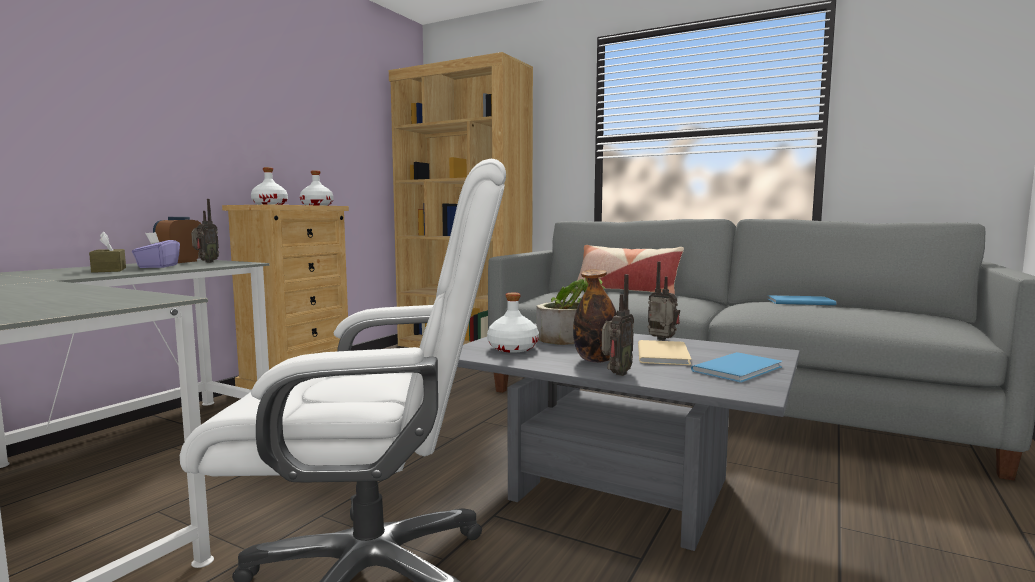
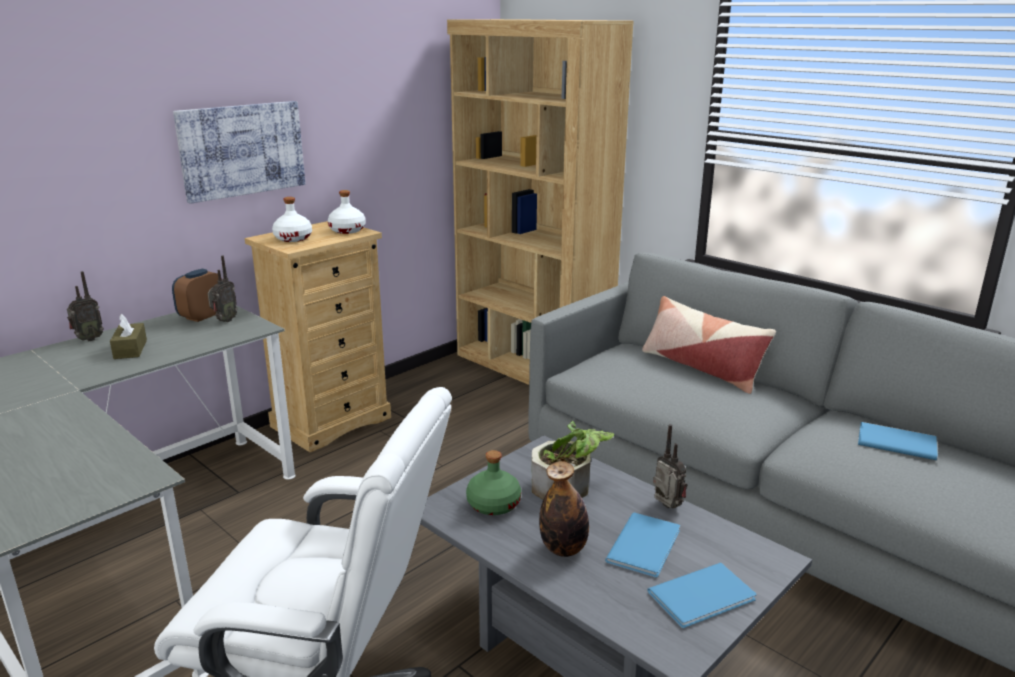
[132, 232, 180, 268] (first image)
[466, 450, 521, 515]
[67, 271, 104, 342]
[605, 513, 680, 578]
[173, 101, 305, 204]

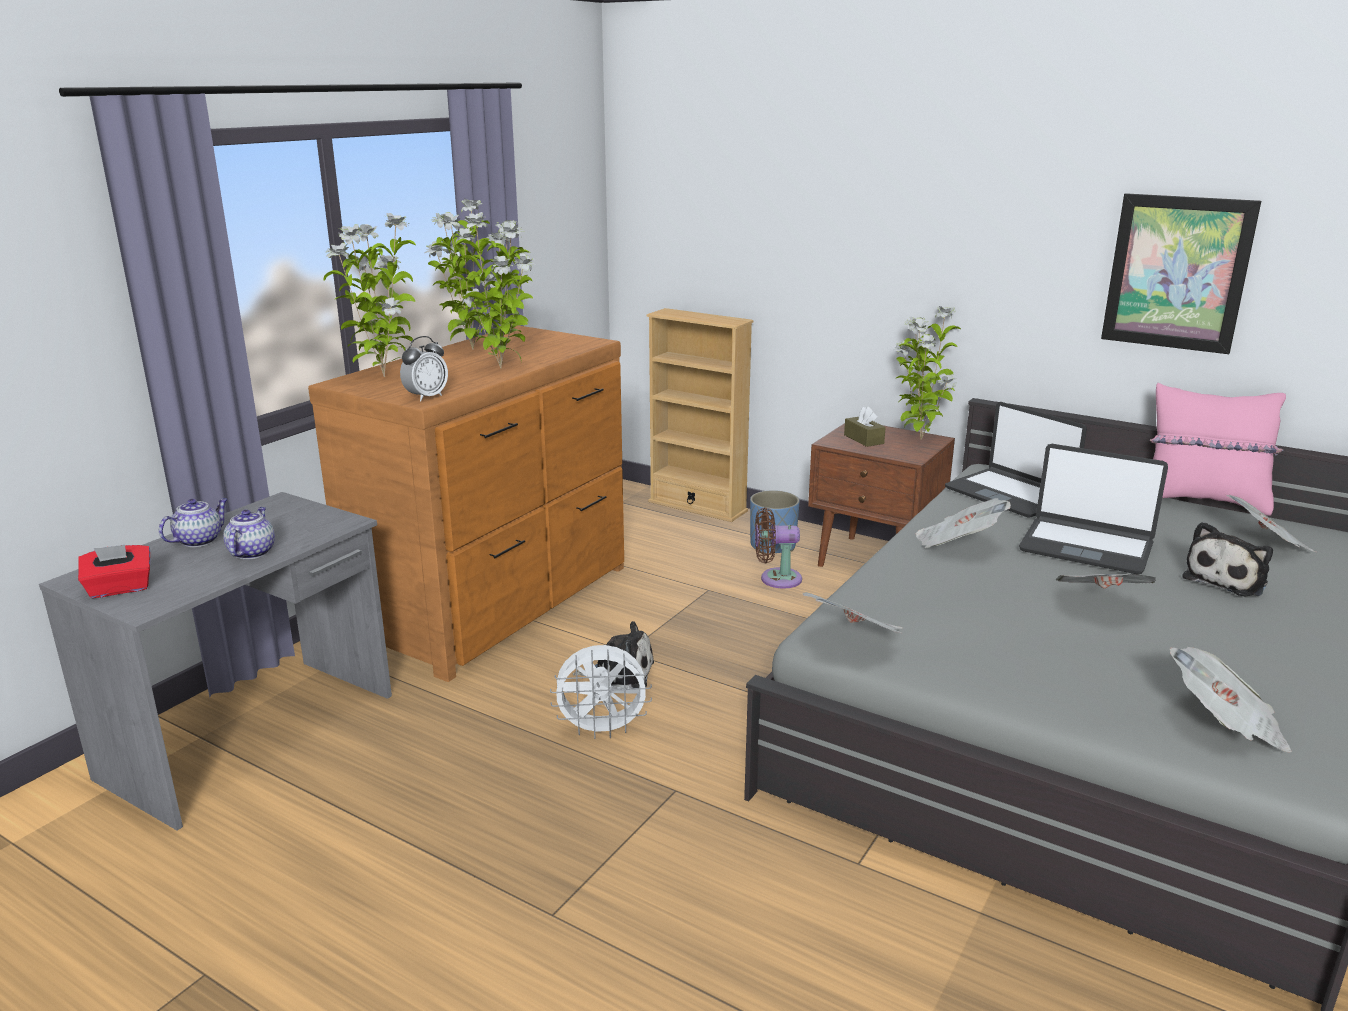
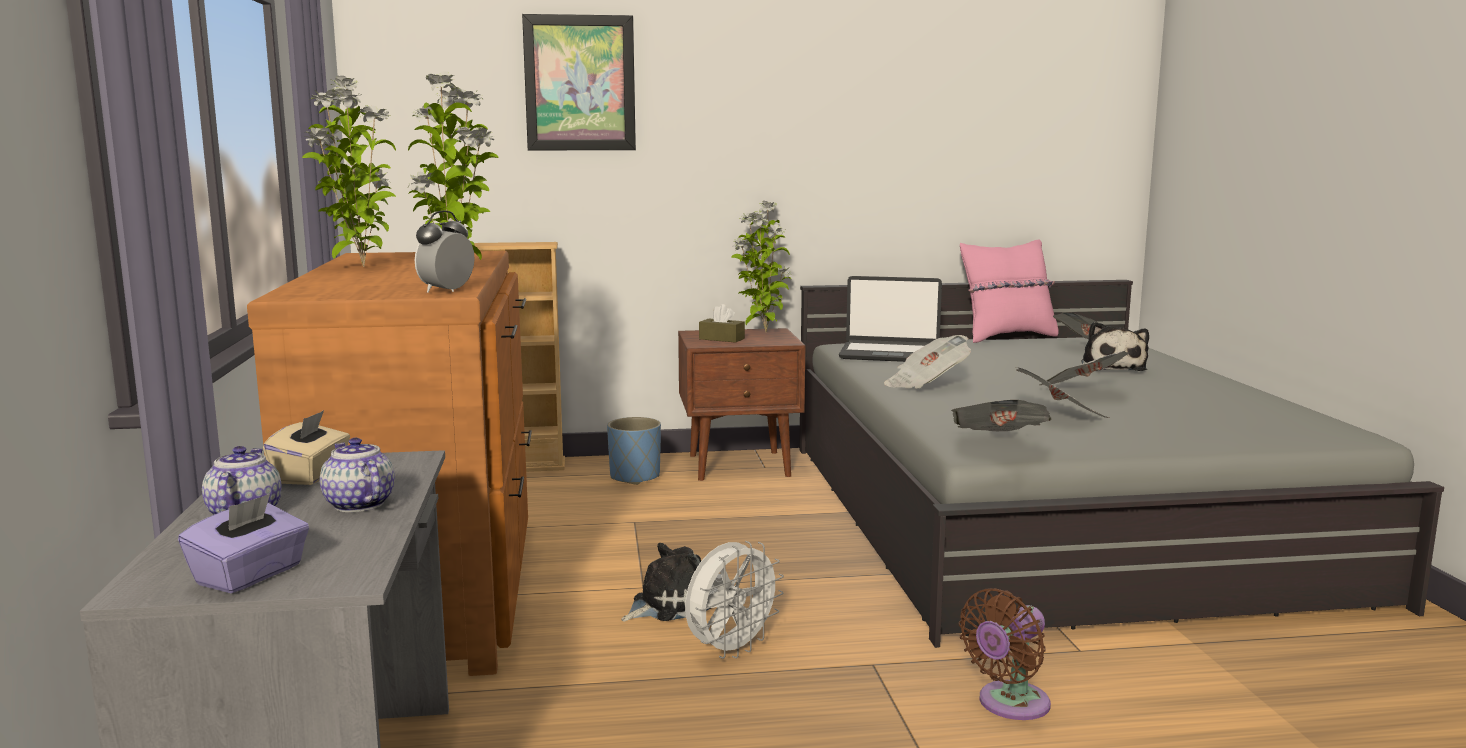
[178, 494, 309, 594]
[324, 213, 416, 377] (first image)
[414, 210, 475, 293]
[959, 588, 1051, 720]
[1019, 444, 1168, 574] (first image)
[522, 14, 636, 150]
[1016, 367, 1109, 418]
[263, 410, 350, 485]

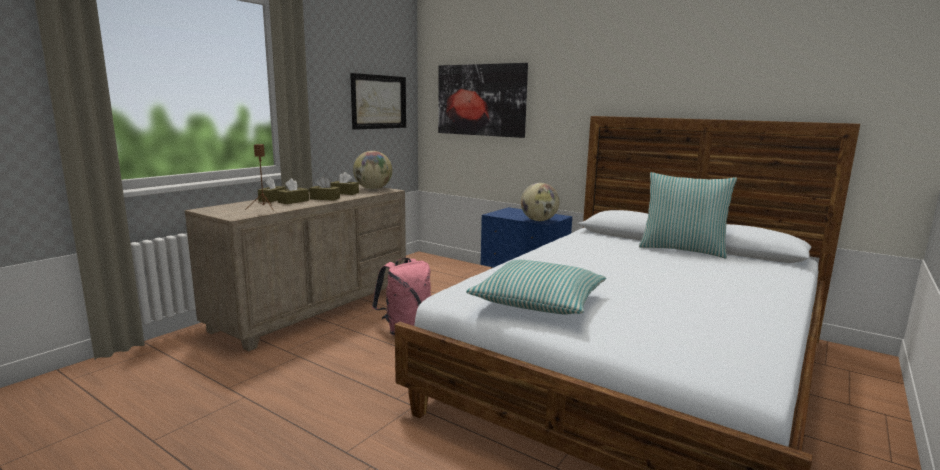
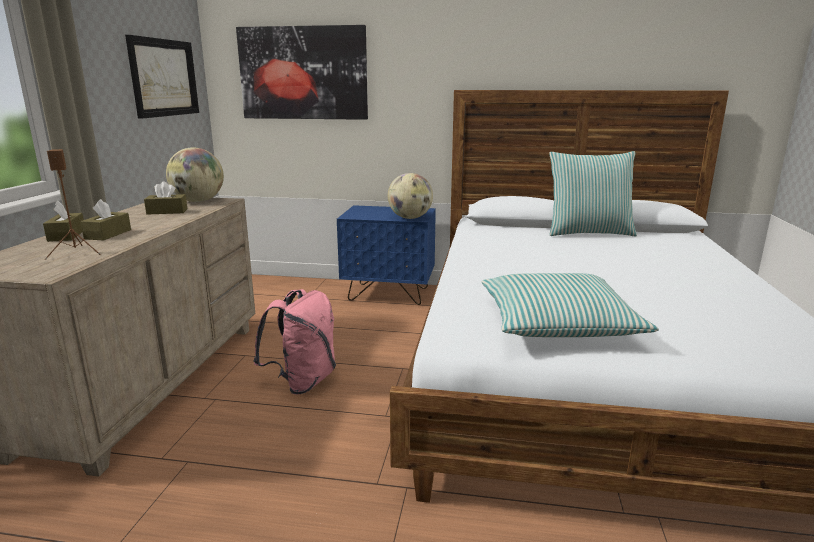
[309, 177, 340, 201] (first image)

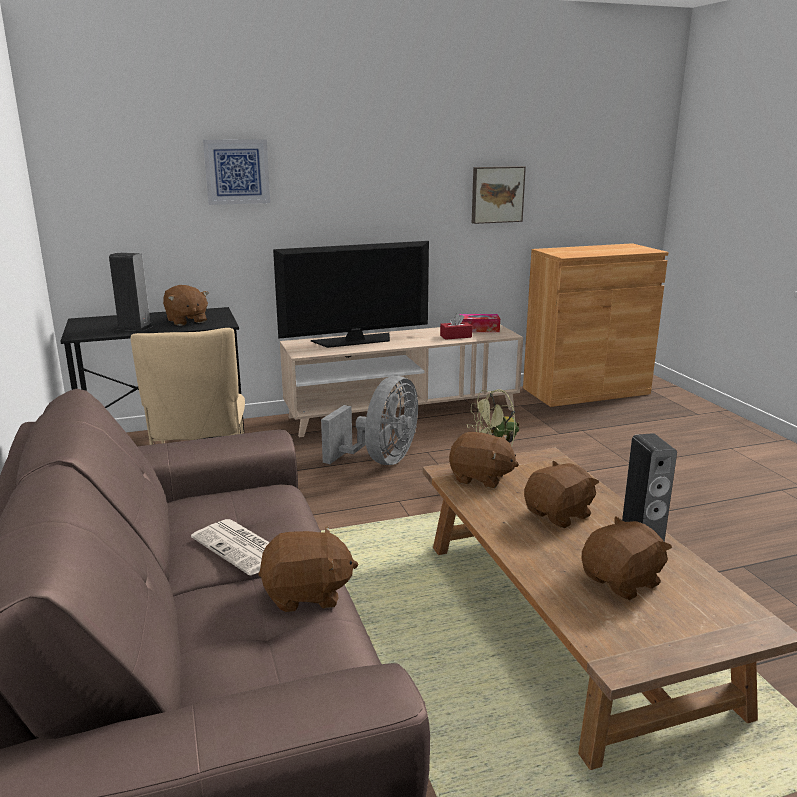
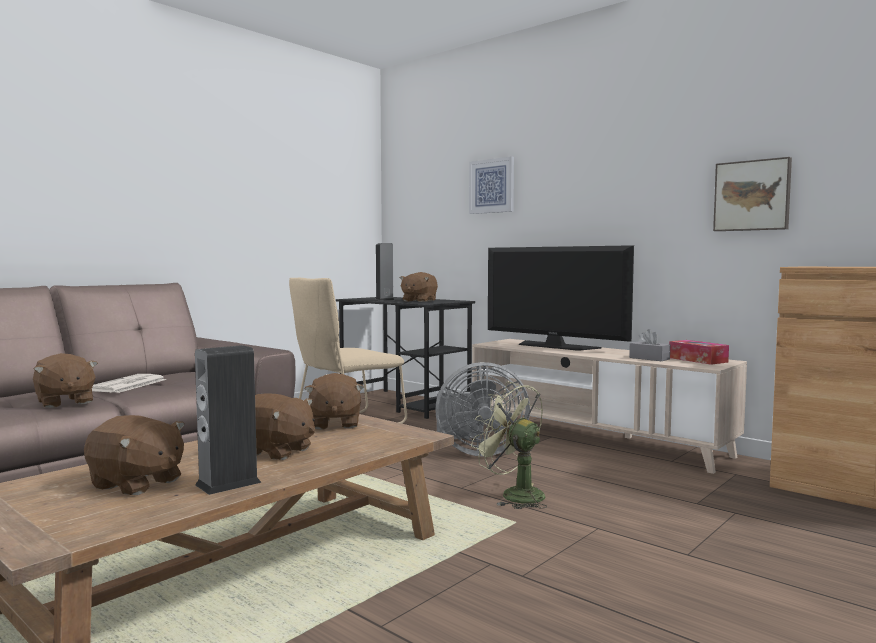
[629, 329, 670, 361]

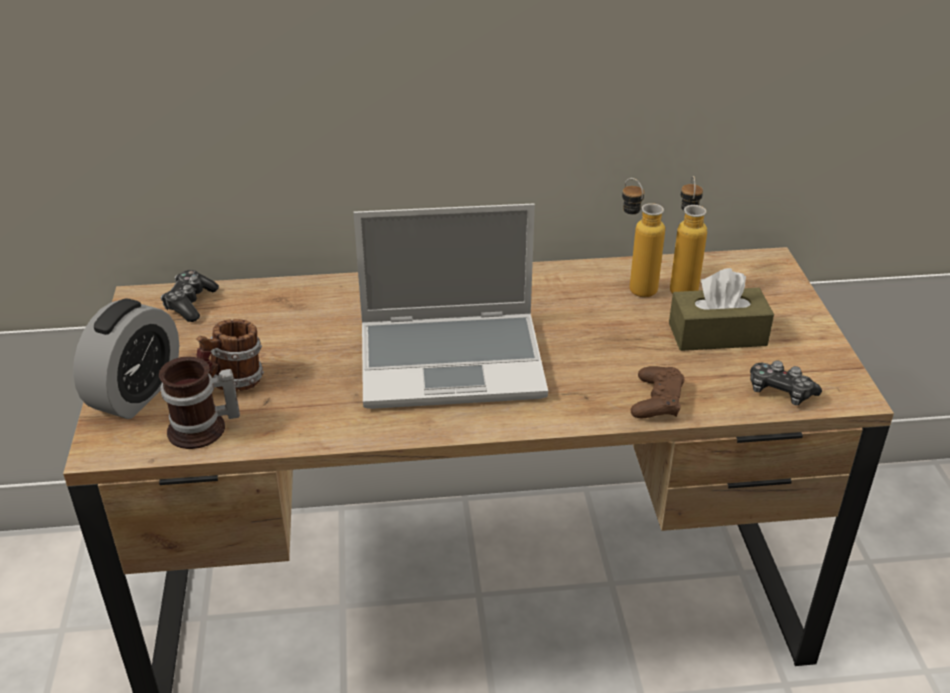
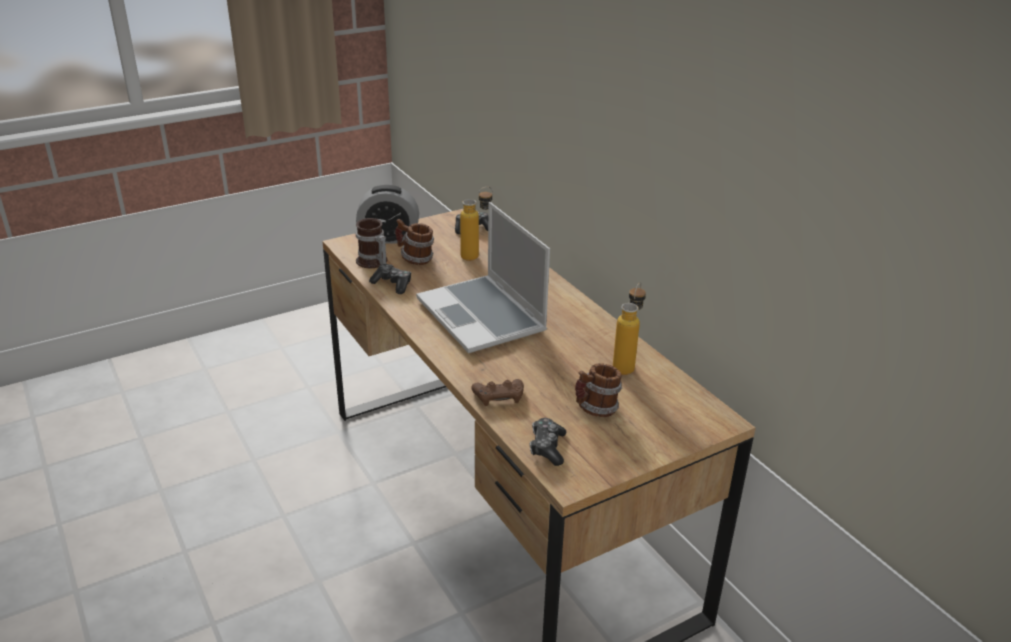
[575, 363, 622, 417]
[460, 187, 493, 261]
[369, 264, 411, 294]

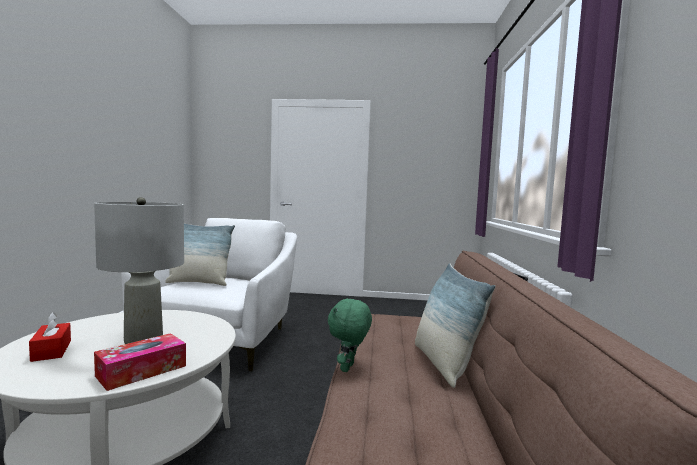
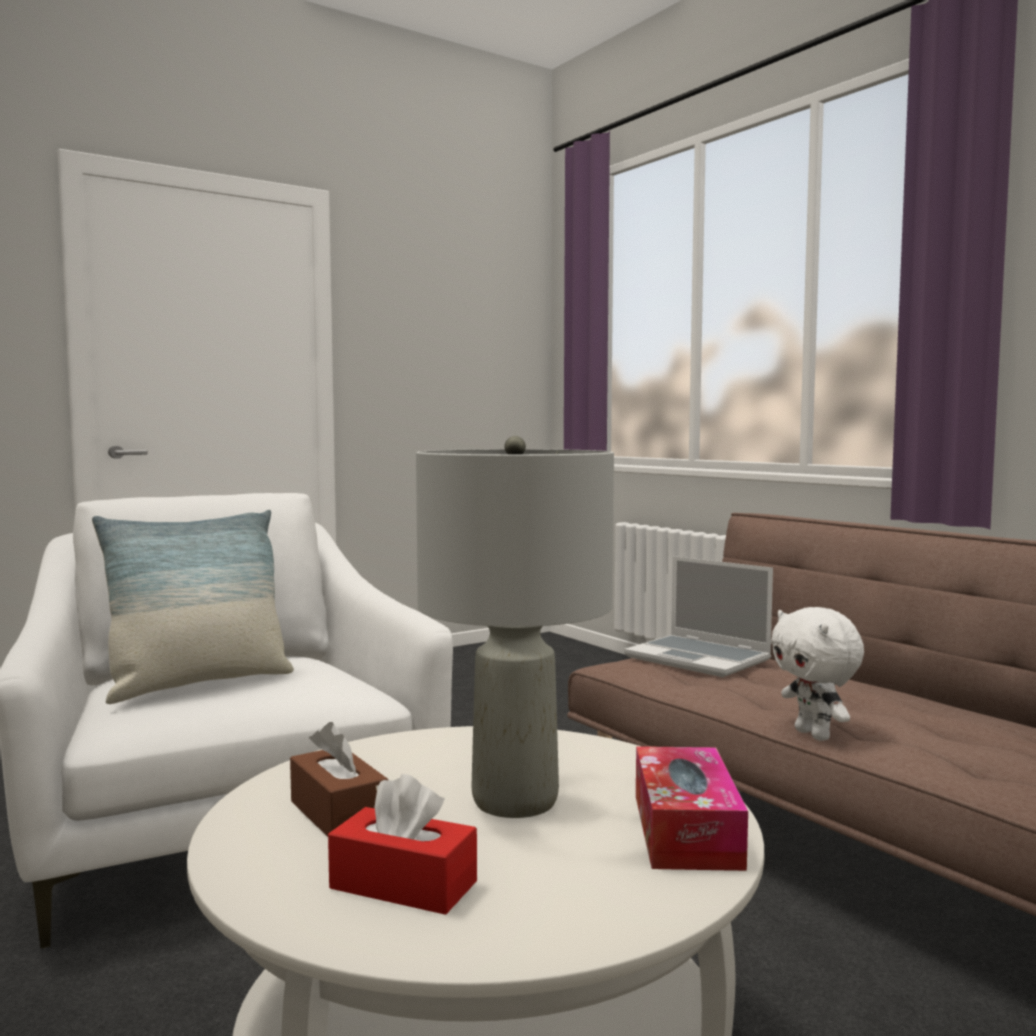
[771, 607, 864, 741]
[415, 263, 495, 388] (first image)
[290, 722, 389, 837]
[624, 556, 773, 677]

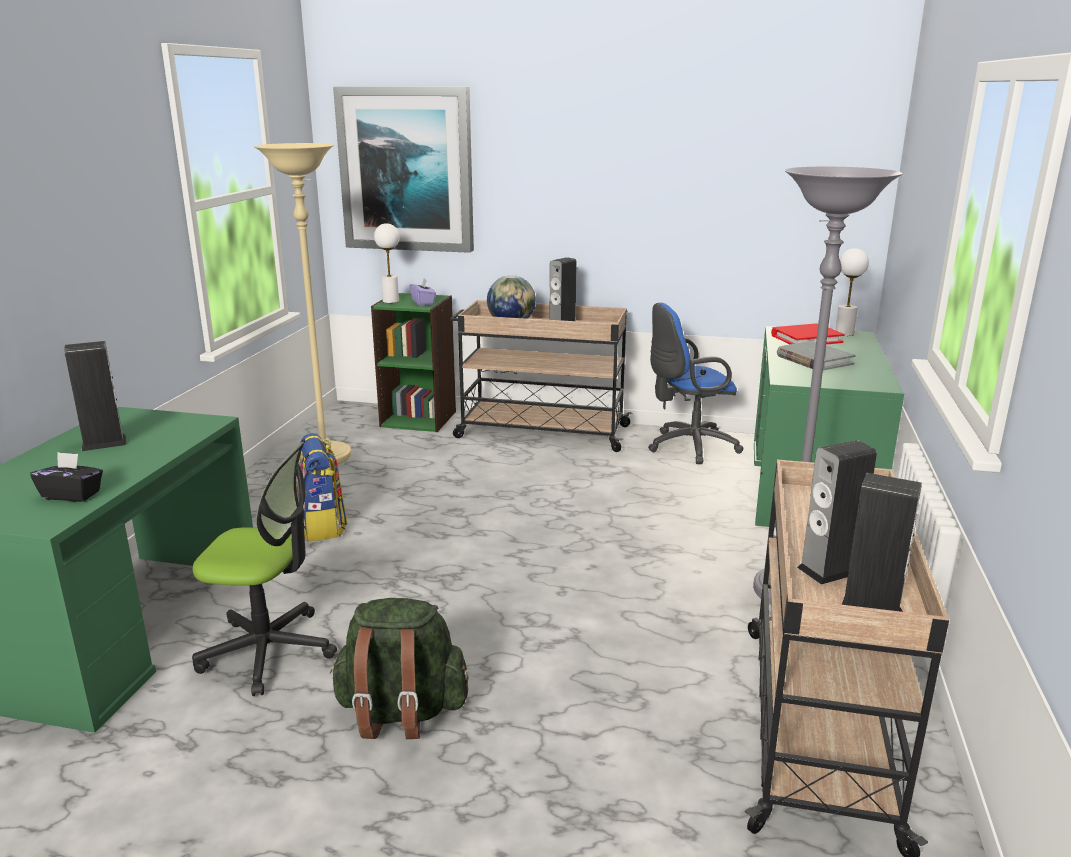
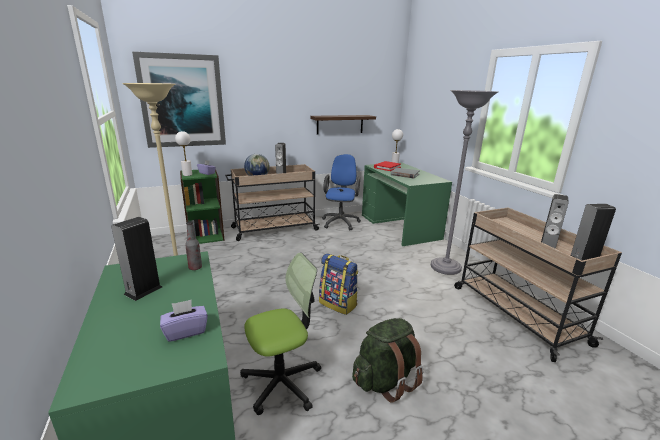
[160, 300, 208, 342]
[319, 253, 358, 315]
[322, 154, 361, 230]
[185, 221, 202, 270]
[310, 115, 376, 135]

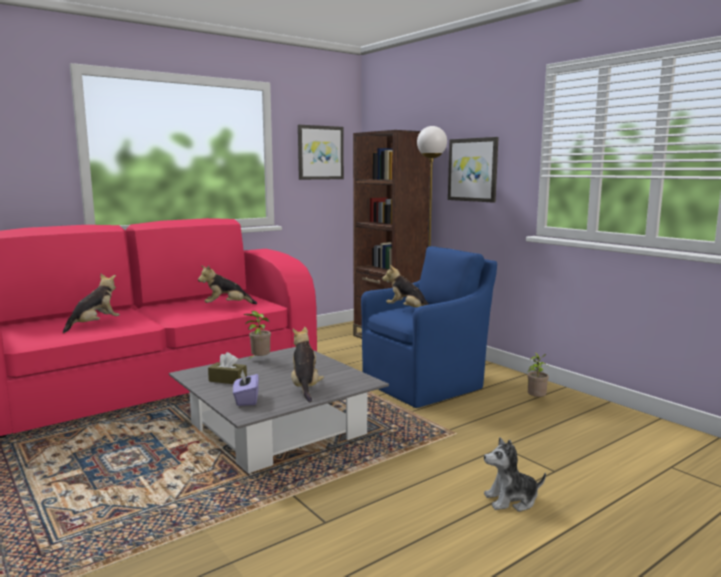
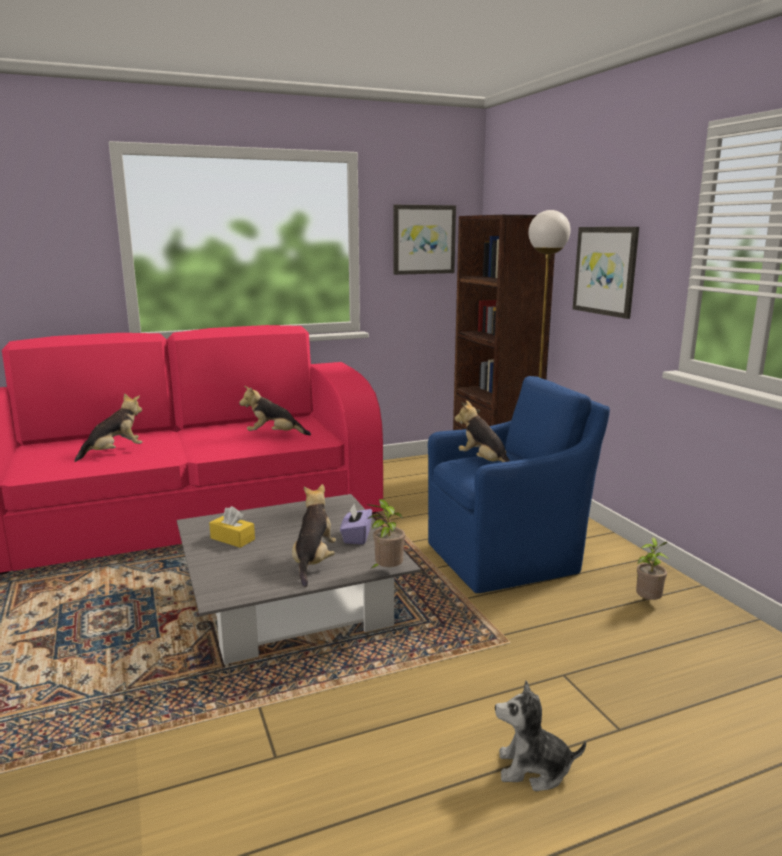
[209, 506, 255, 548]
[340, 504, 372, 544]
[367, 499, 405, 570]

